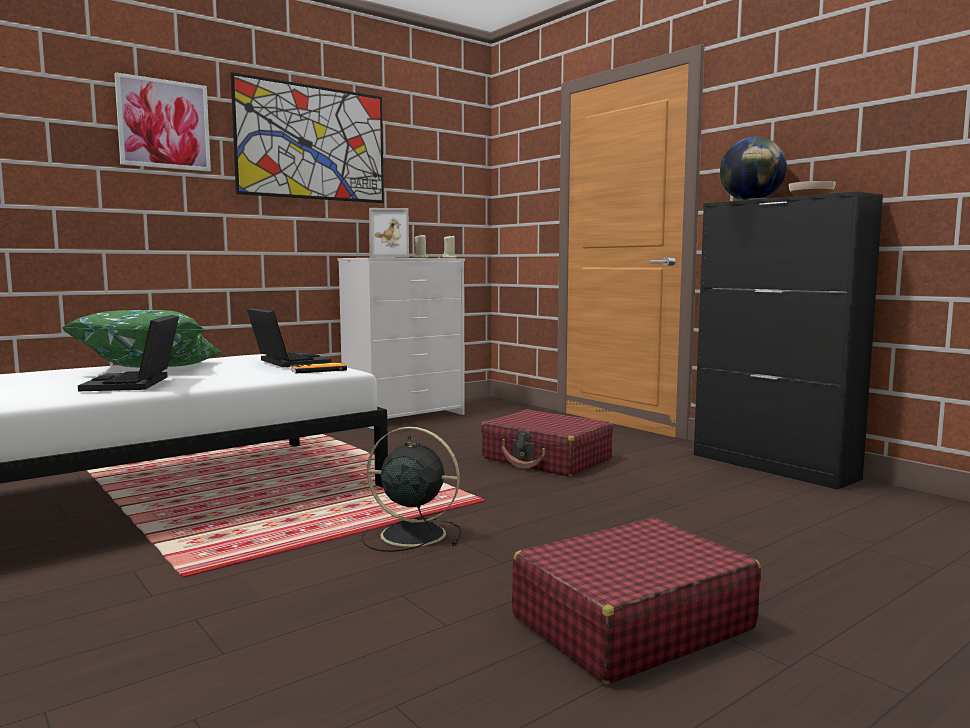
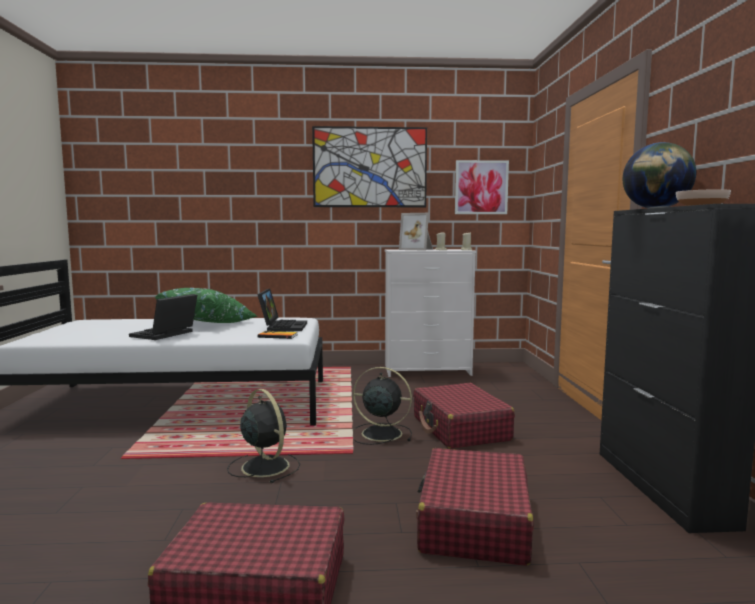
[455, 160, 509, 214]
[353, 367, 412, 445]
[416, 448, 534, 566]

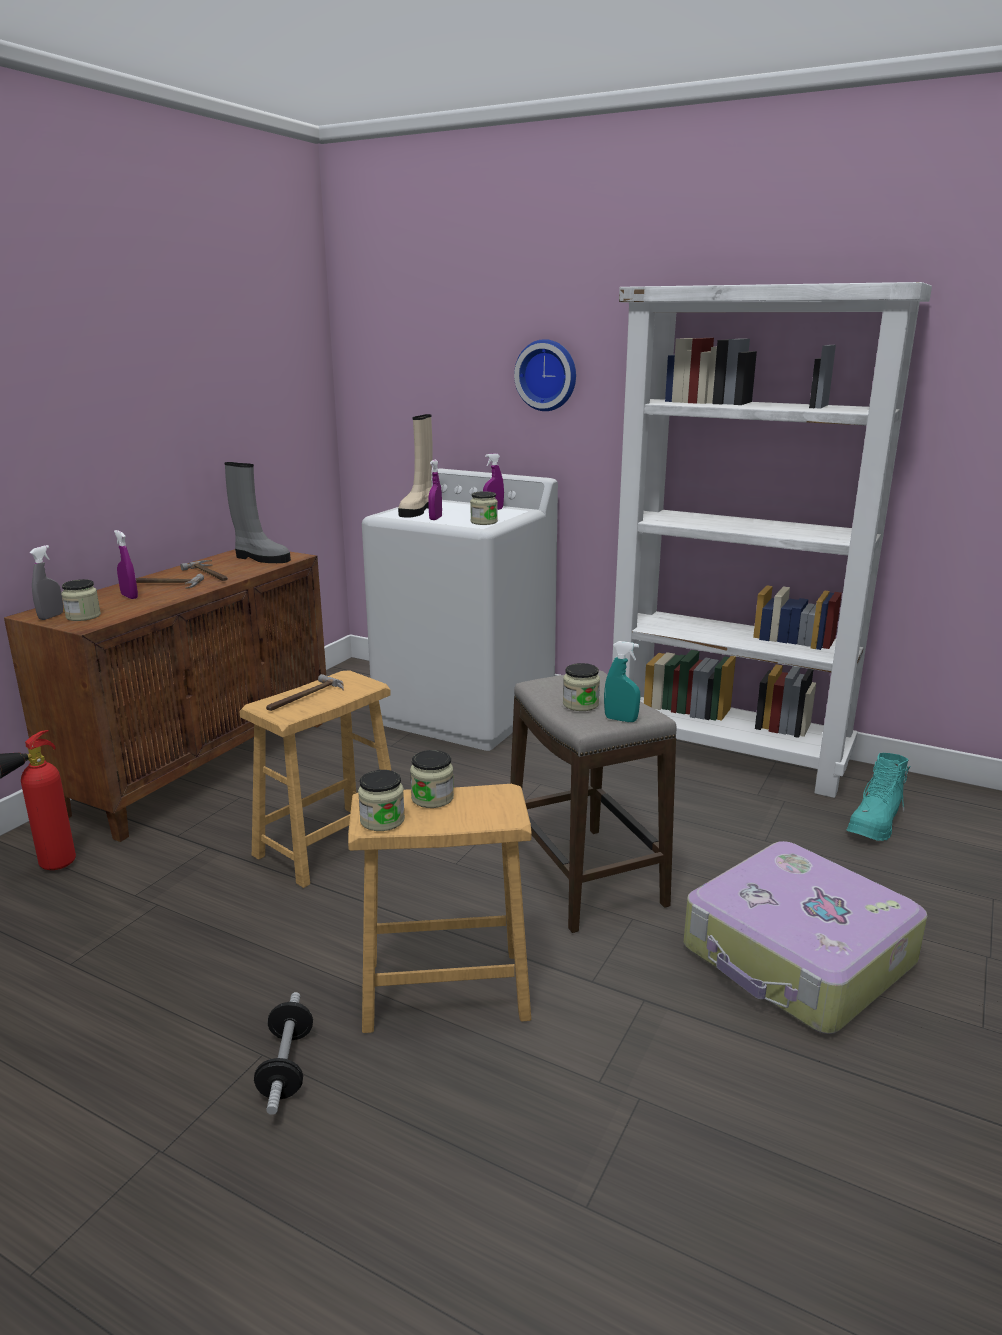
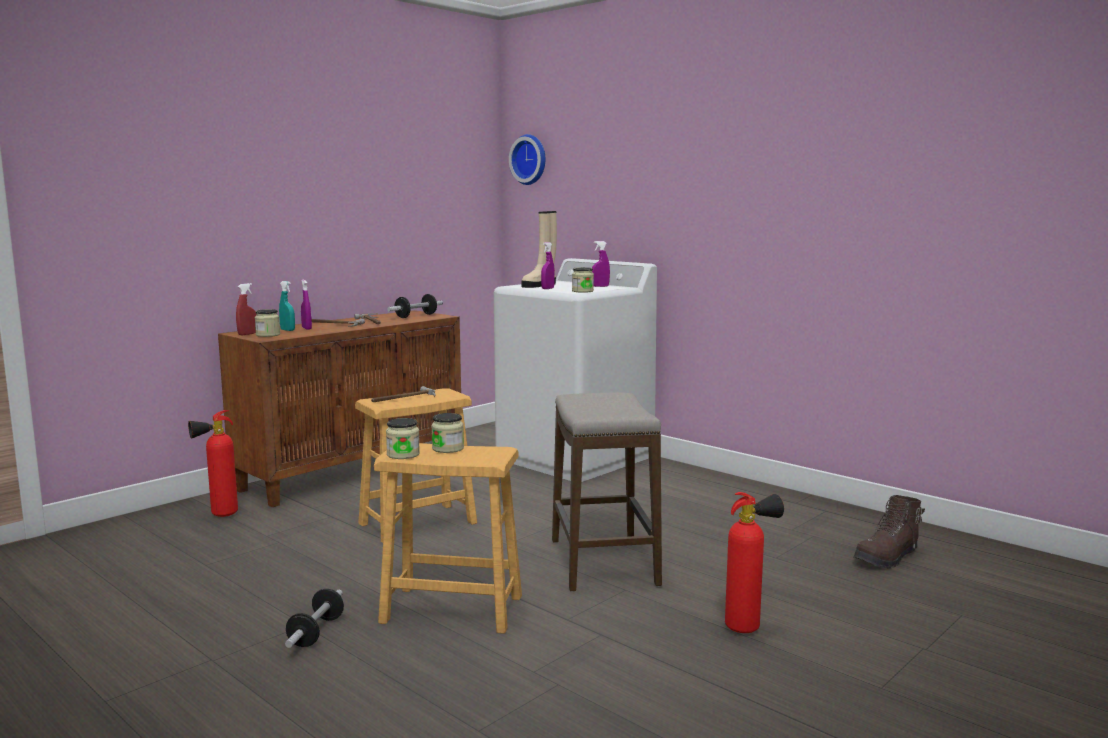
[236, 283, 257, 335]
[387, 294, 443, 318]
[509, 134, 545, 185]
[563, 663, 600, 711] (first image)
[279, 281, 295, 331]
[612, 282, 932, 798] (first image)
[725, 492, 784, 633]
[854, 495, 925, 569]

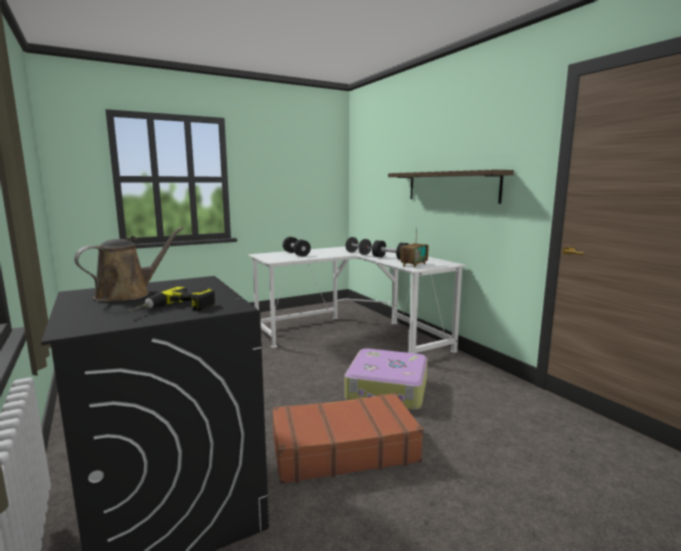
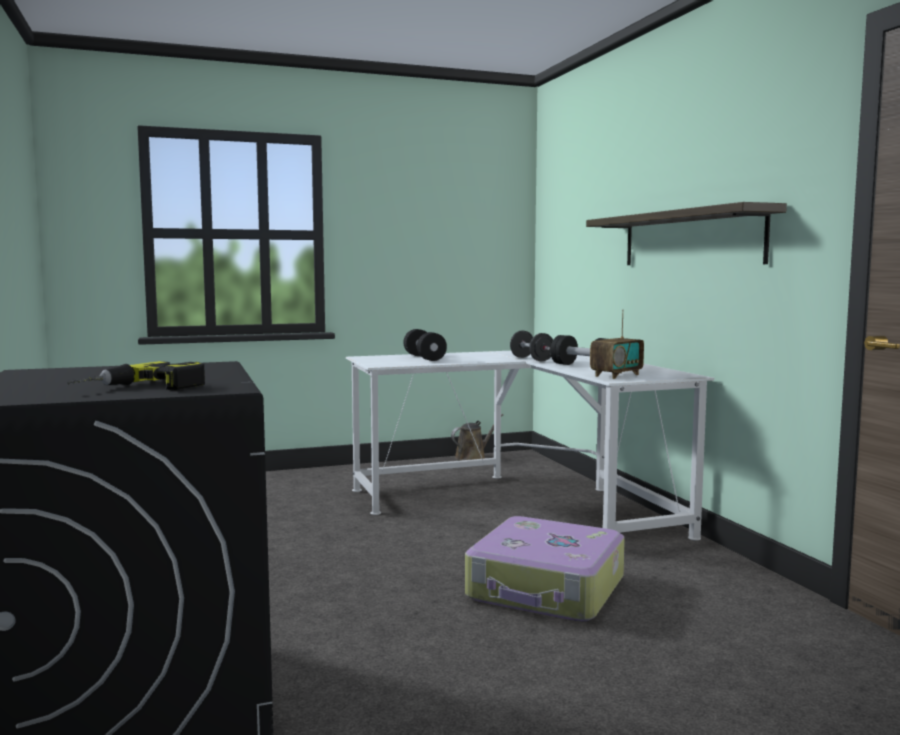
[451, 414, 503, 461]
[272, 393, 424, 484] (first image)

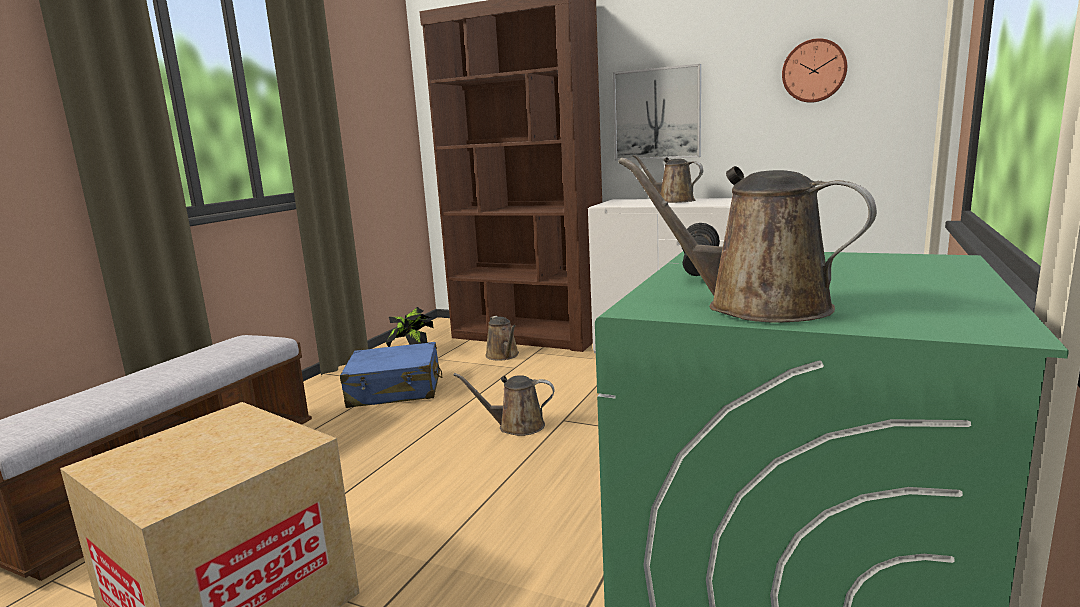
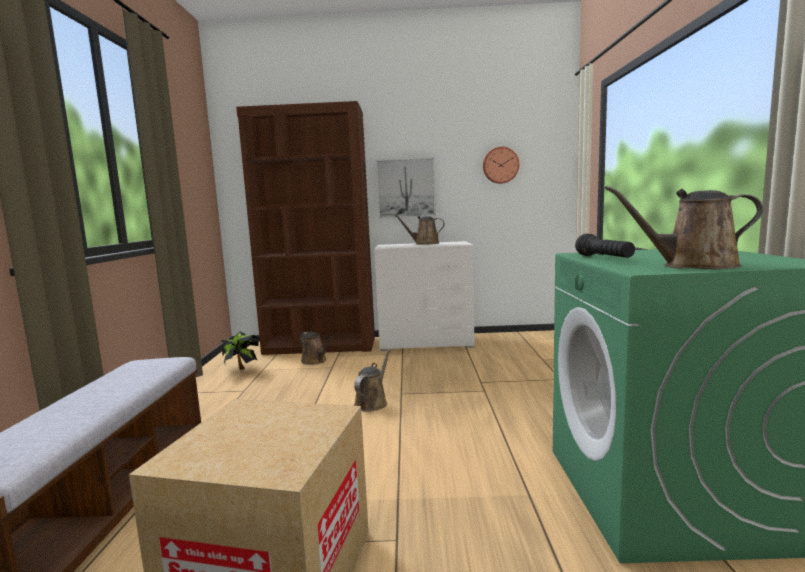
[340, 342, 442, 408] (first image)
[354, 349, 391, 412]

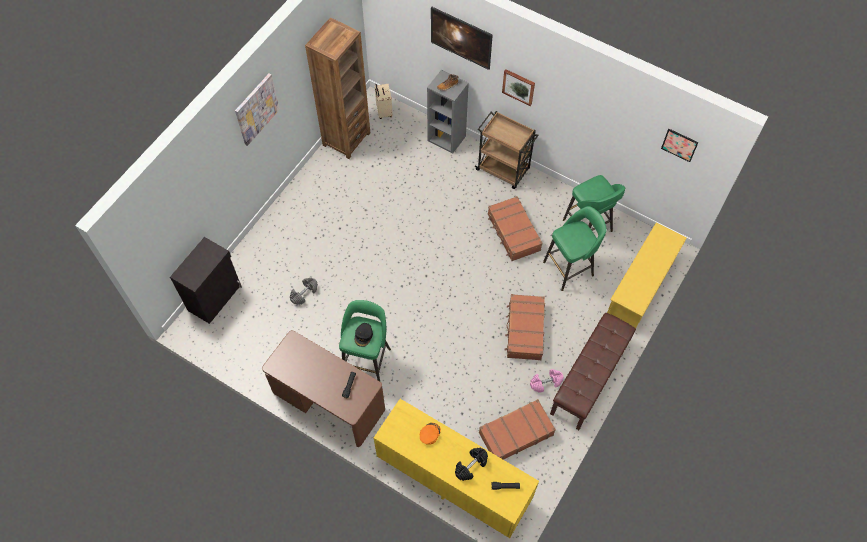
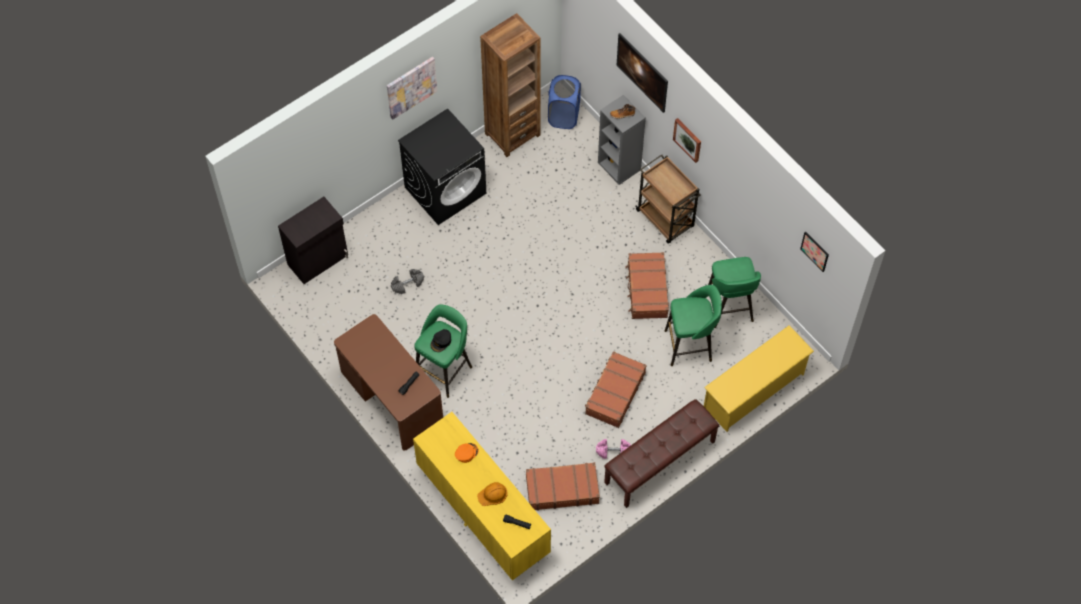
[548, 75, 581, 129]
[477, 482, 508, 506]
[398, 108, 486, 225]

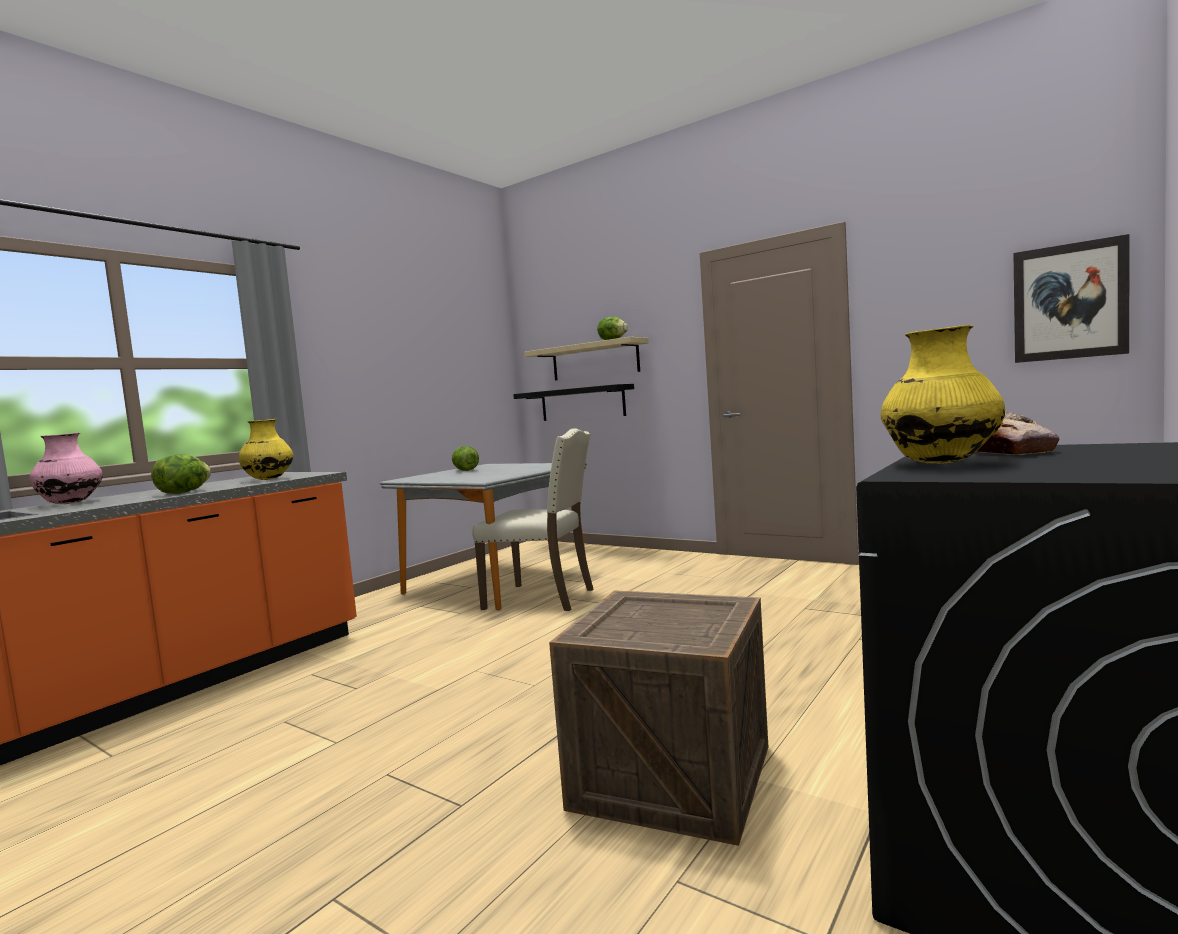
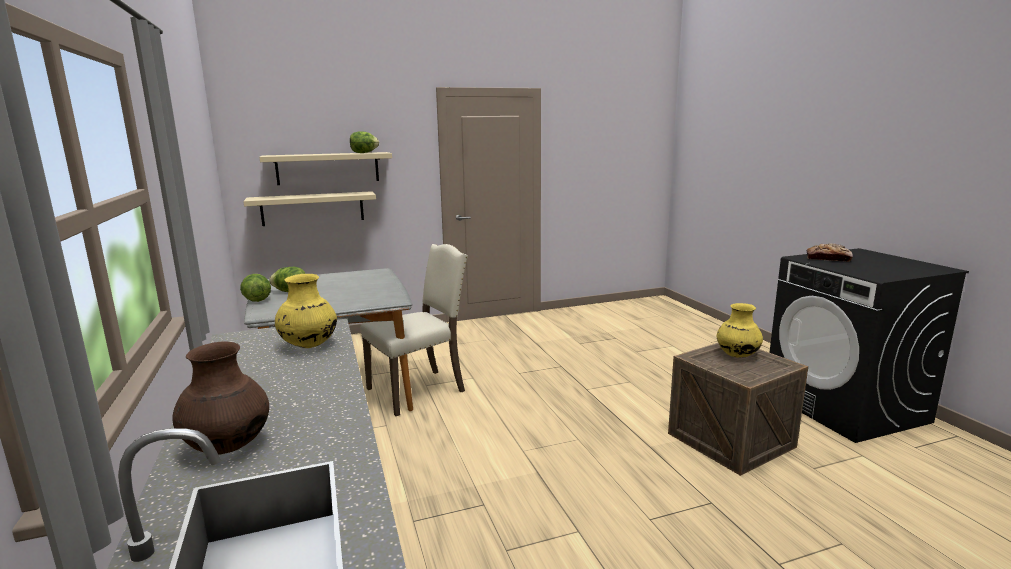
[172, 341, 269, 455]
[240, 274, 271, 302]
[243, 191, 376, 226]
[717, 303, 763, 358]
[1013, 234, 1130, 363] (first image)

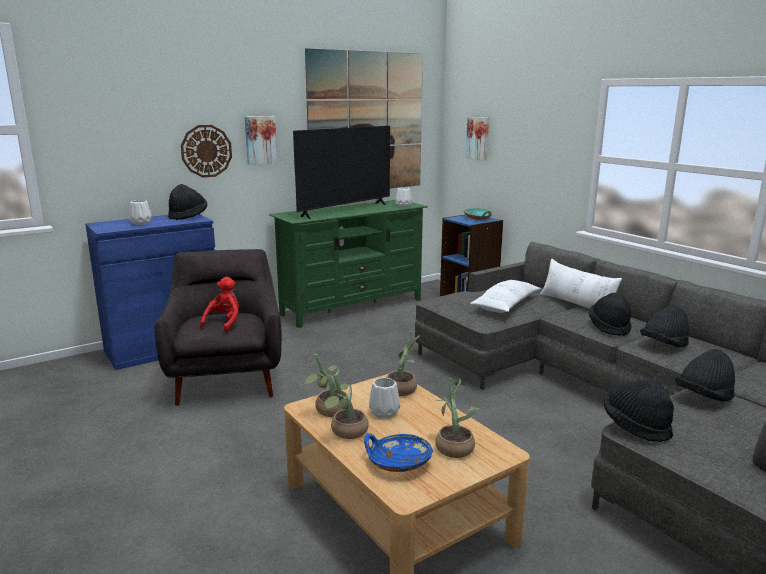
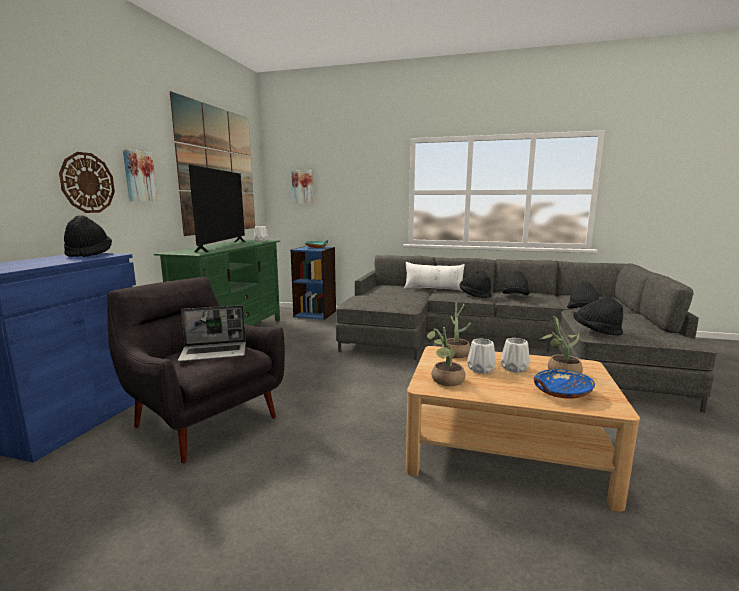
[501, 338, 530, 373]
[178, 305, 246, 362]
[321, 374, 369, 439] (first image)
[470, 280, 541, 313] (first image)

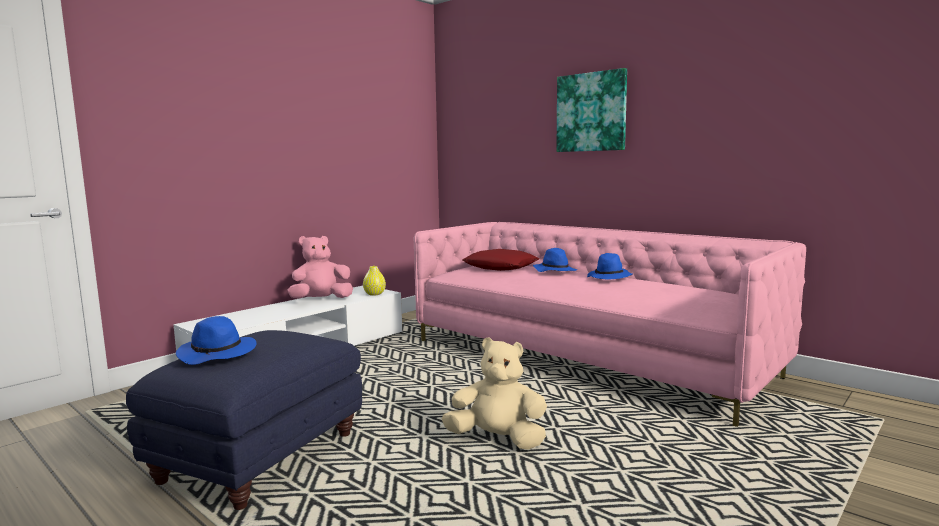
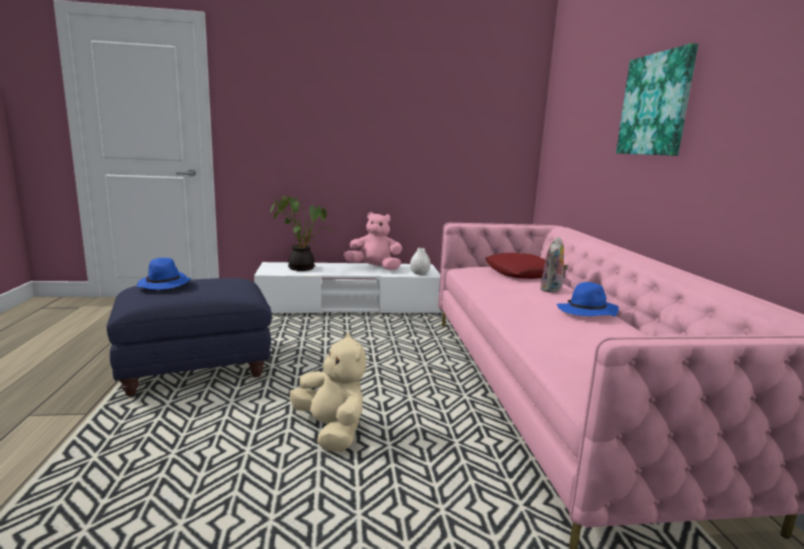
[410, 248, 431, 275]
[540, 237, 568, 293]
[270, 195, 331, 271]

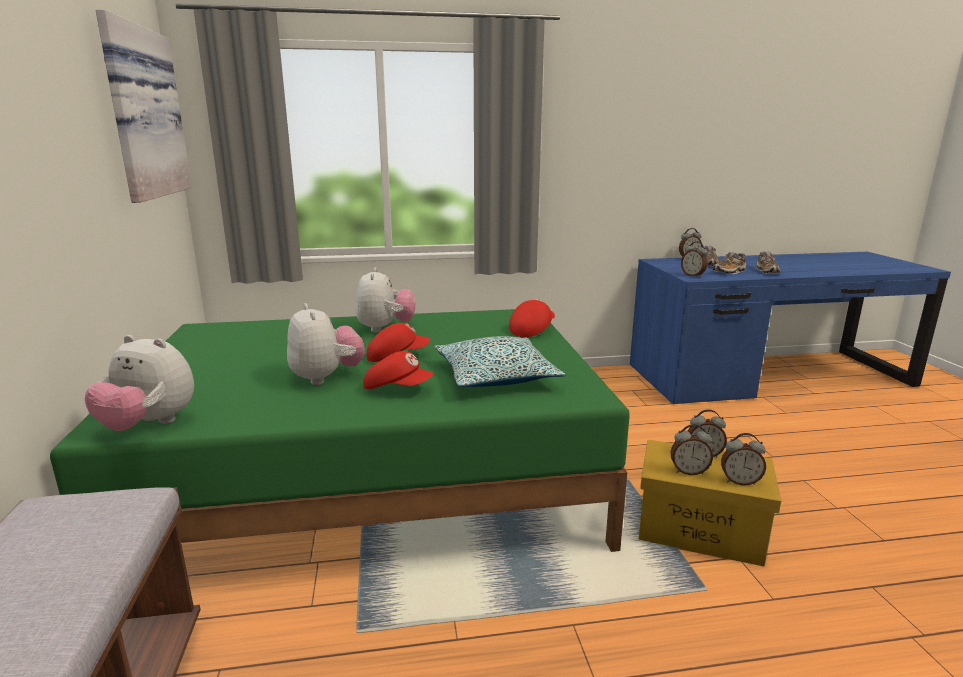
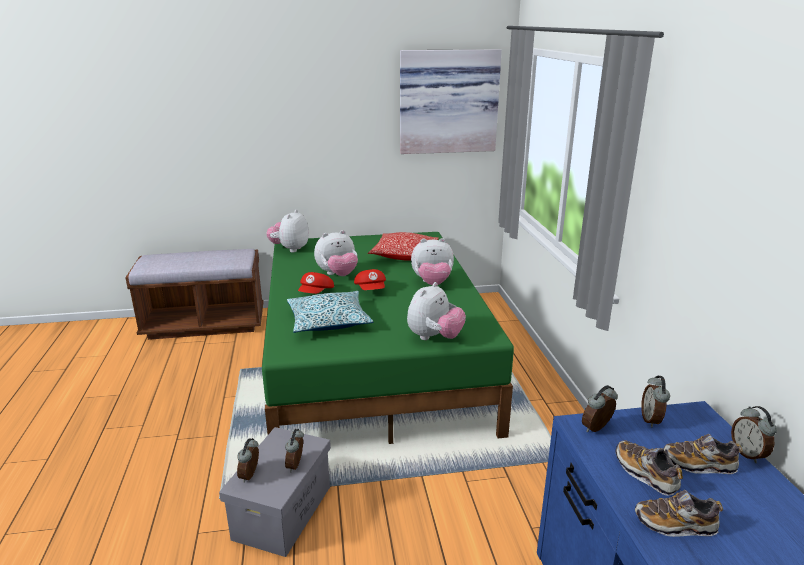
[407, 282, 466, 340]
[219, 427, 331, 557]
[641, 376, 670, 427]
[368, 232, 439, 261]

